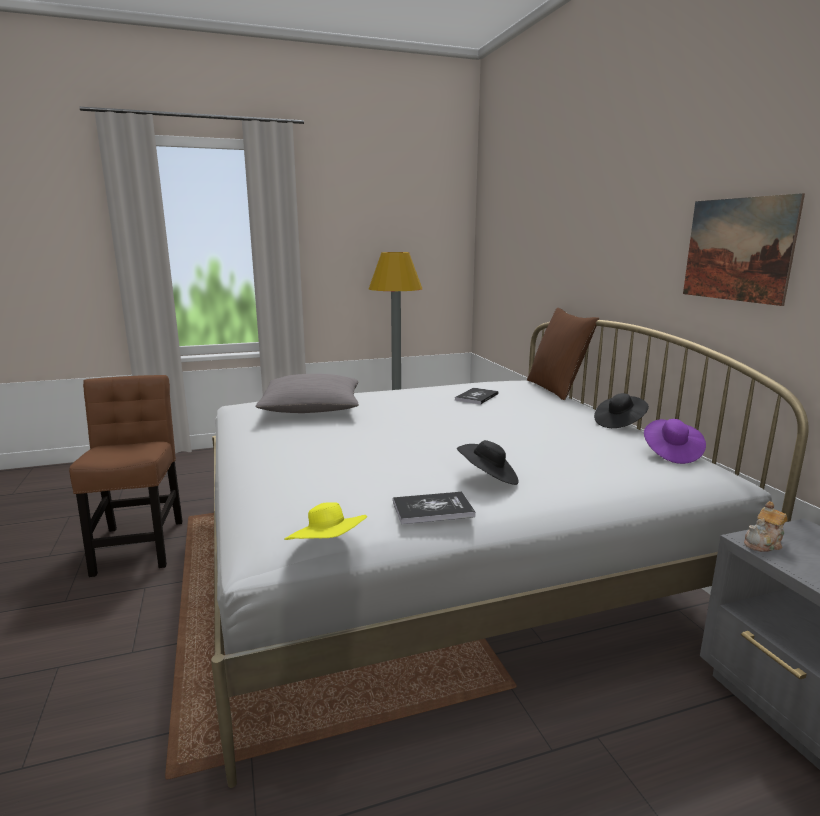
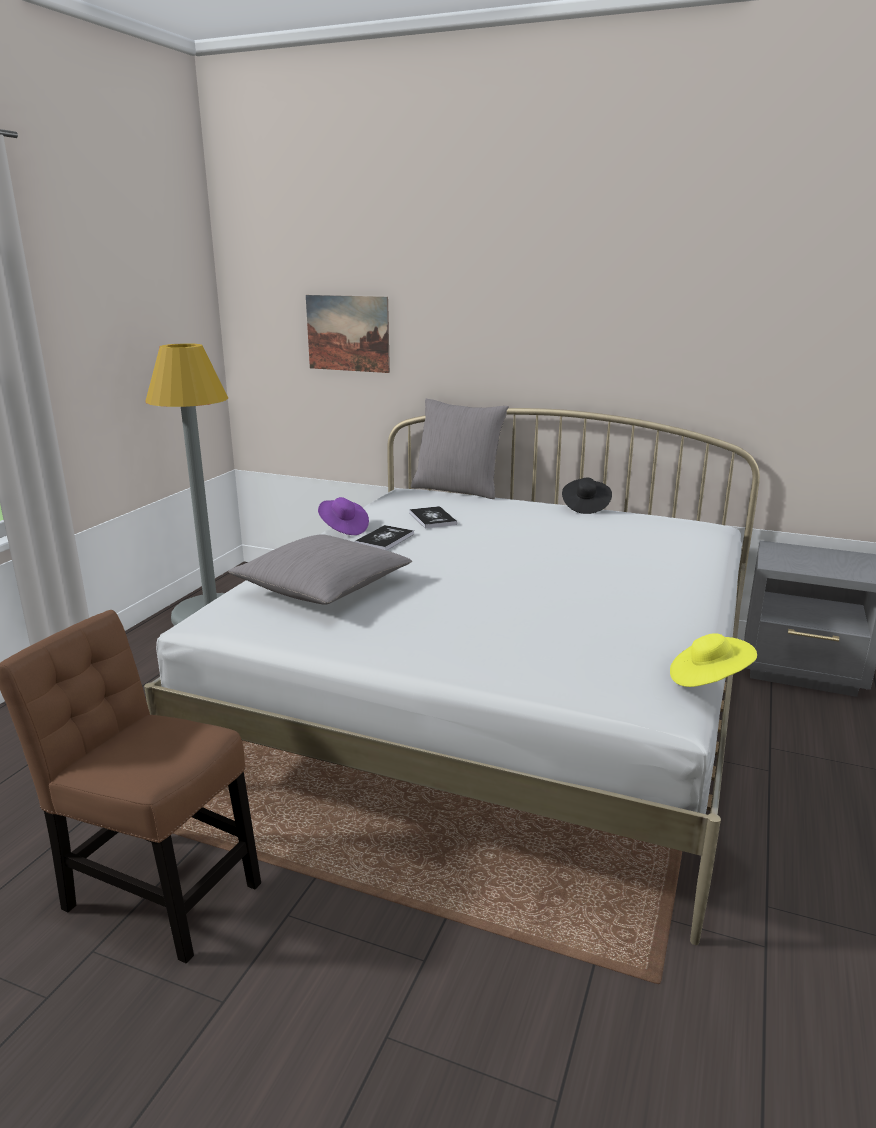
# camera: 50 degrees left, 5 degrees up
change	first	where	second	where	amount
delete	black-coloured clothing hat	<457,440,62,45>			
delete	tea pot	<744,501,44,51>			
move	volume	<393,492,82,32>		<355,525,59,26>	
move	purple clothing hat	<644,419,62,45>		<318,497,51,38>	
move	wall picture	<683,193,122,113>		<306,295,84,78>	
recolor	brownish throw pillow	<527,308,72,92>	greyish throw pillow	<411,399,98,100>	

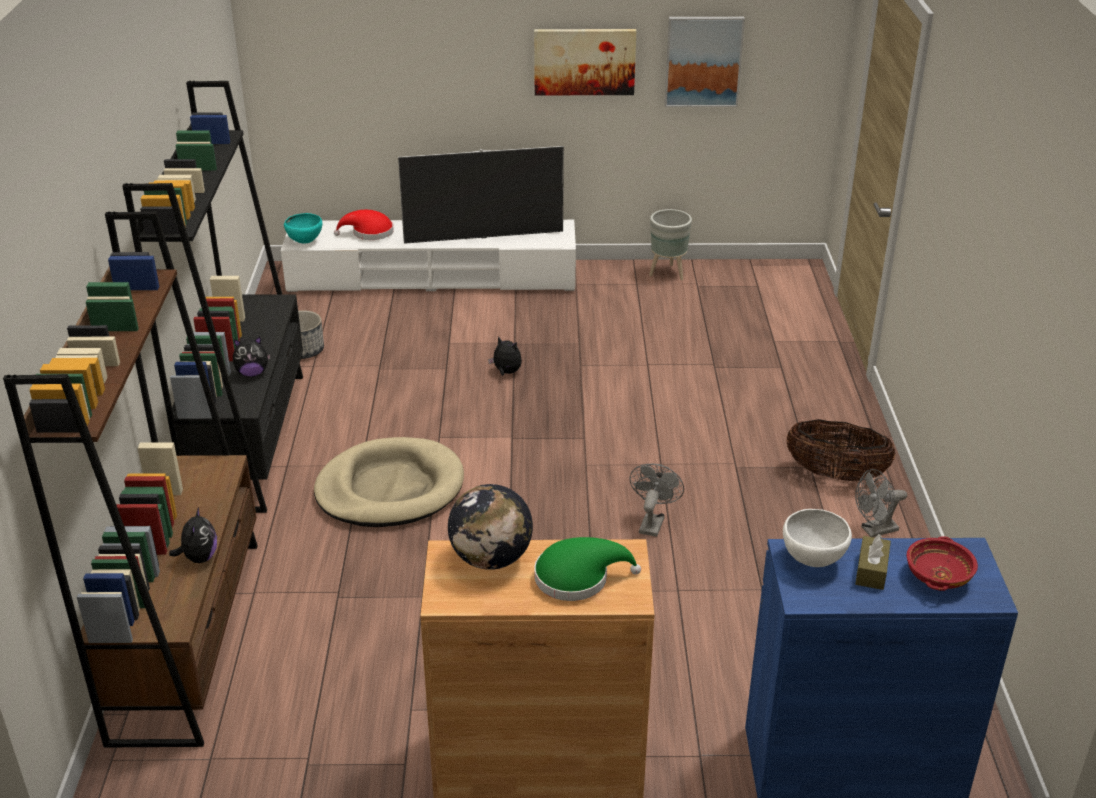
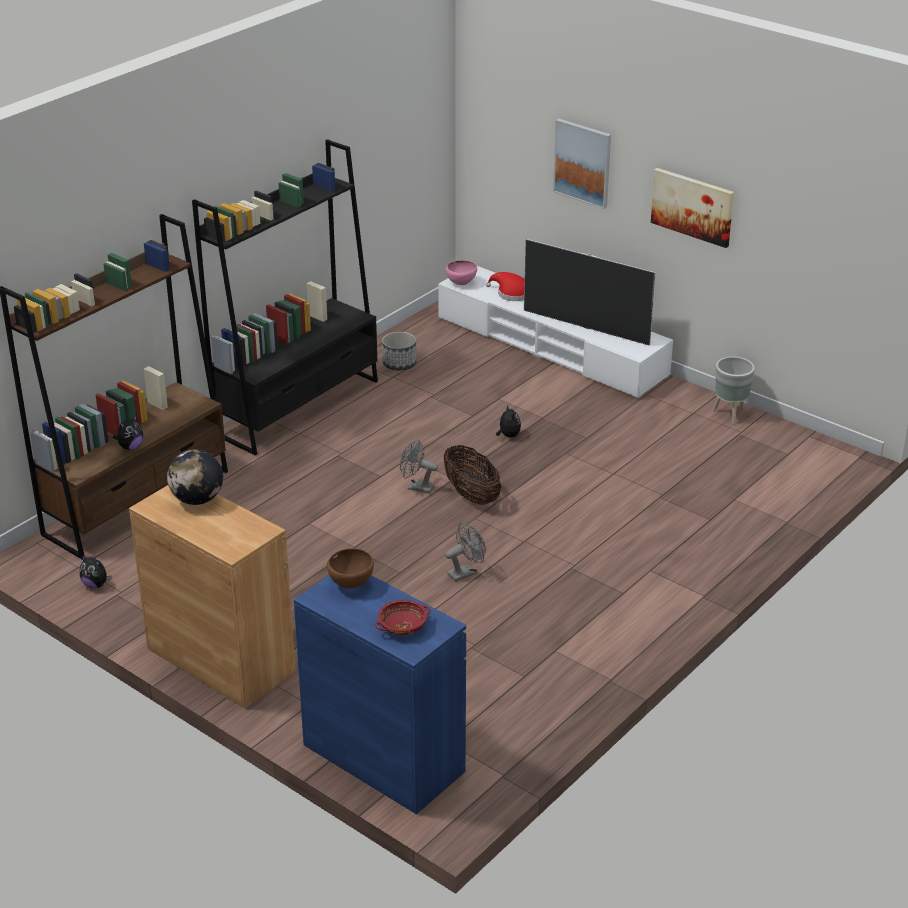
# camera: 40 degrees right, 0 degrees up
change	first	where	second	where	amount
delete	beige pet bed	<314,437,150,90>			
delete	green clothing hat	<534,537,107,64>			
delete	brownish tissue holder	<855,534,36,56>			
move	soft toy	<233,337,38,40>		<80,555,32,33>	
move	wall picture	<664,17,81,90>		<553,119,58,90>	
move	household basket	<787,419,109,62>		<444,445,57,60>	
move	greyish cooling fan	<855,469,52,68>		<400,440,38,54>	
recolor	turquoise-coloured deep dish	<284,213,38,31>	pinkish deep dish	<446,260,31,25>	
recolor	white deep dish	<783,509,69,58>	brownish deep dish	<327,548,47,41>	

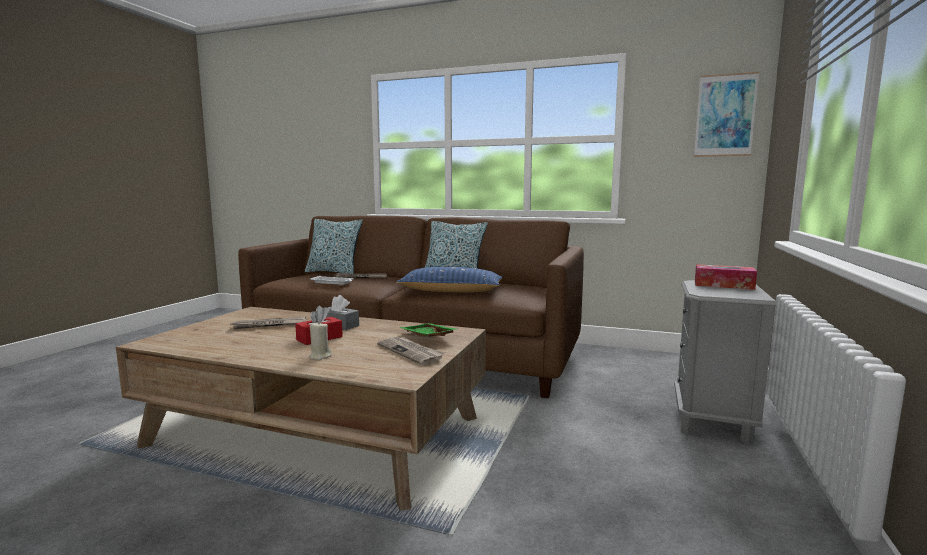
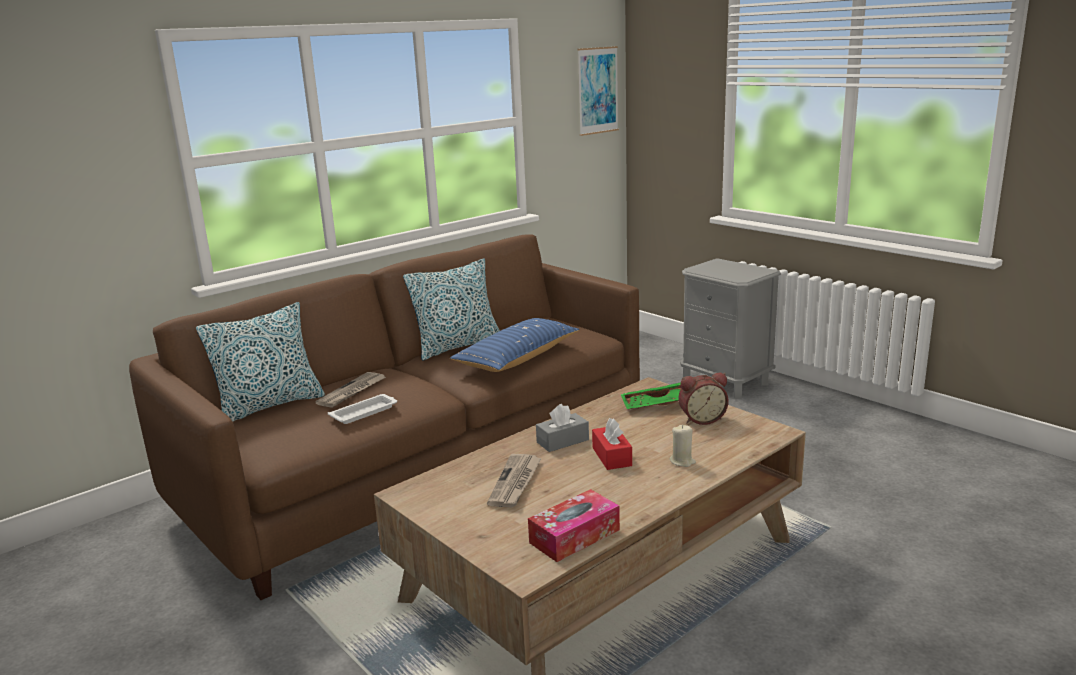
# camera: 60 degrees left, 10 degrees up
change	first	where	second	where	amount
move	tissue holder	<695,264,62,26>		<528,489,92,73>	
replace	daily paper	<377,337,68,28>	bedside clock	<678,373,51,52>	

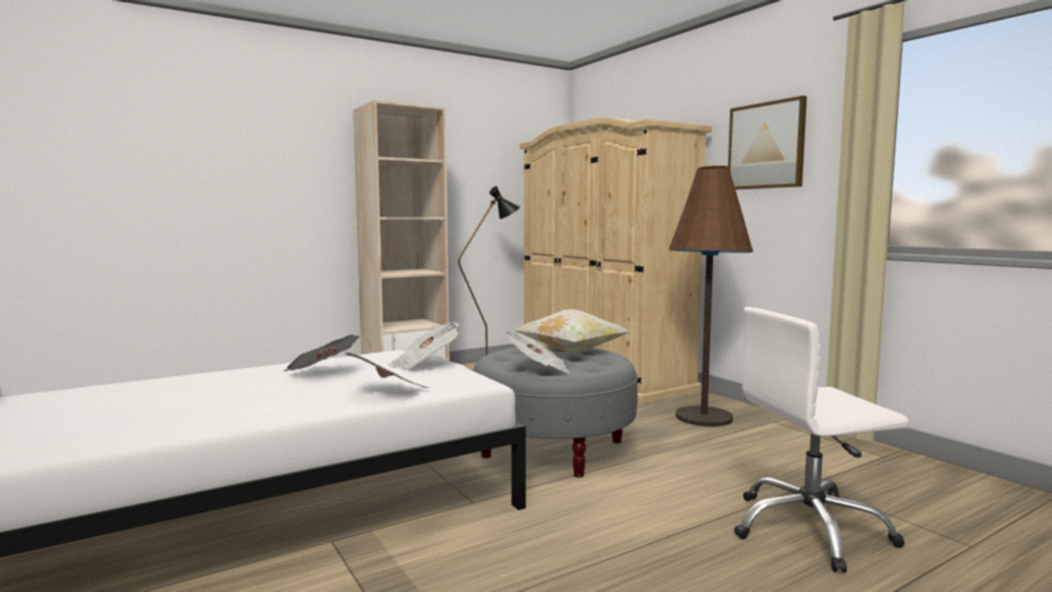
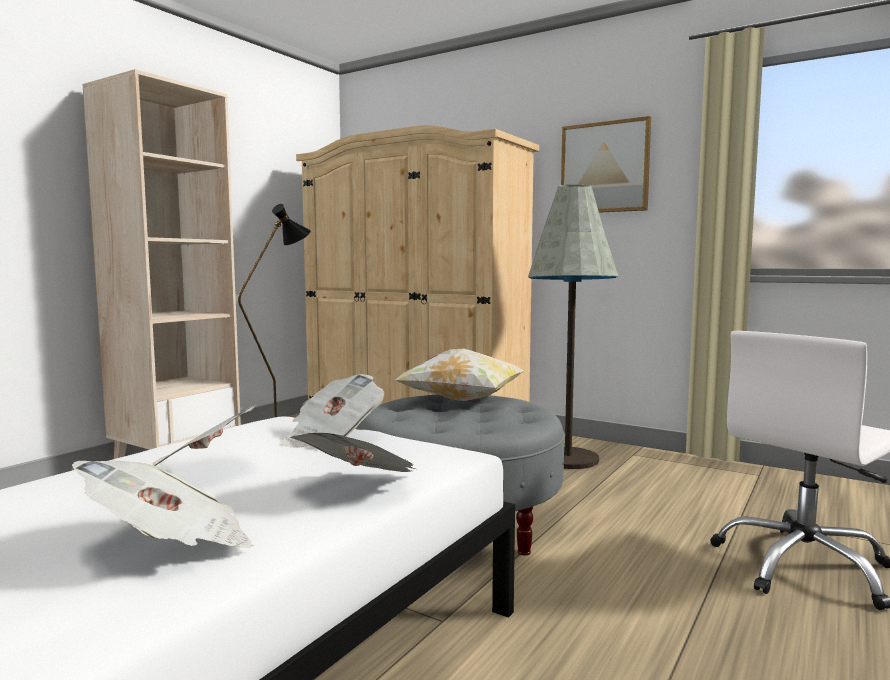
# camera: 25 degrees left, 0 degrees up
change	first	where	second	where	amount
move	daily paper	<504,331,66,42>		<72,461,182,87>	
recolor	brownish floor lamp	<669,166,84,261>	greyish floor lamp	<528,185,91,284>	

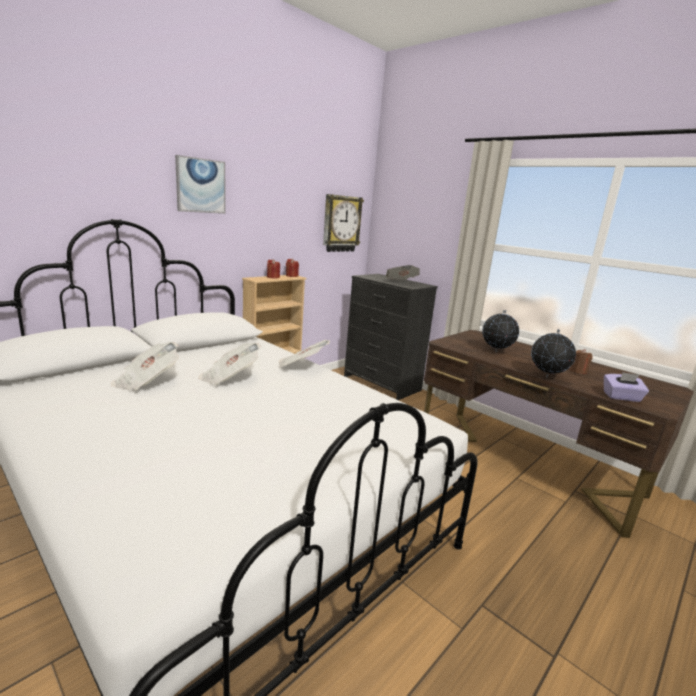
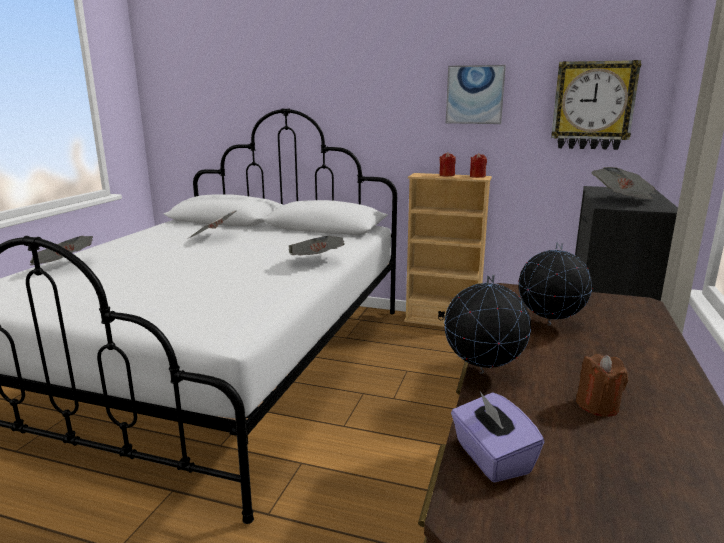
# camera: 65 degrees right, 0 degrees up
change	first	where	second	where	amount
move	wall picture	<175,155,51,59>		<446,65,60,59>	
move	daily paper	<198,343,63,42>		<30,236,63,29>	

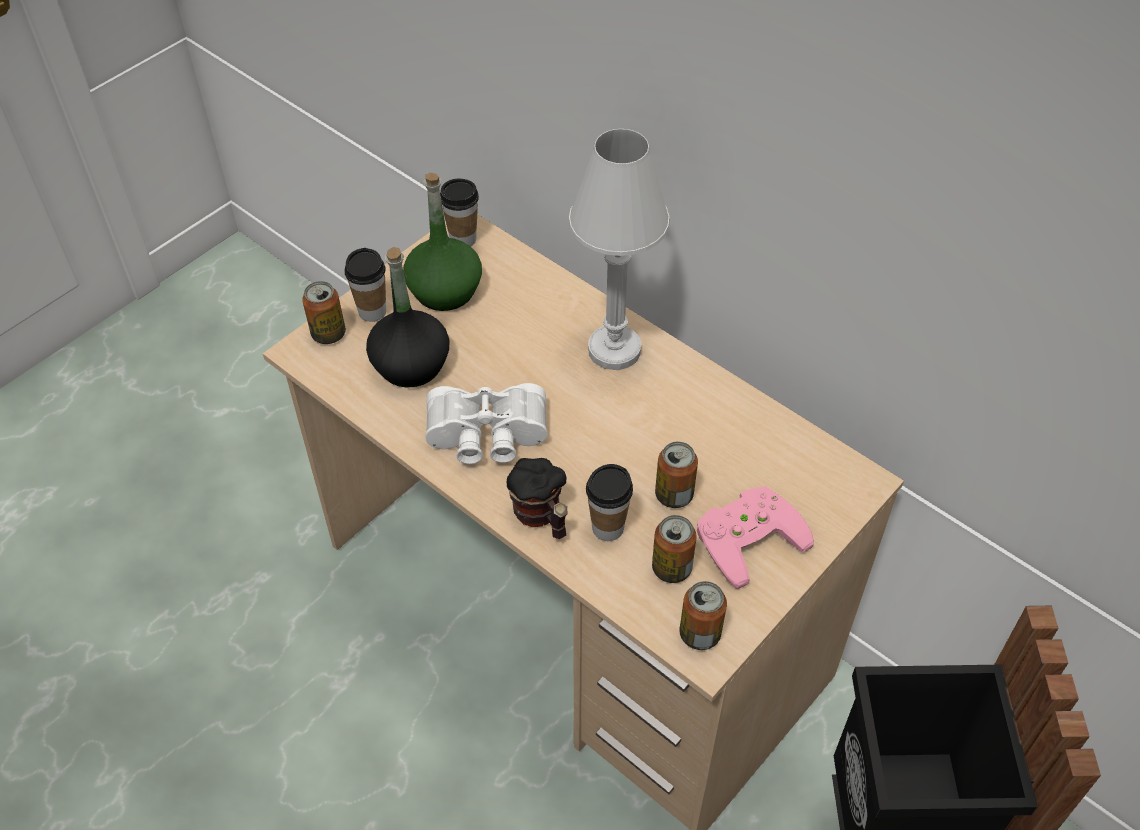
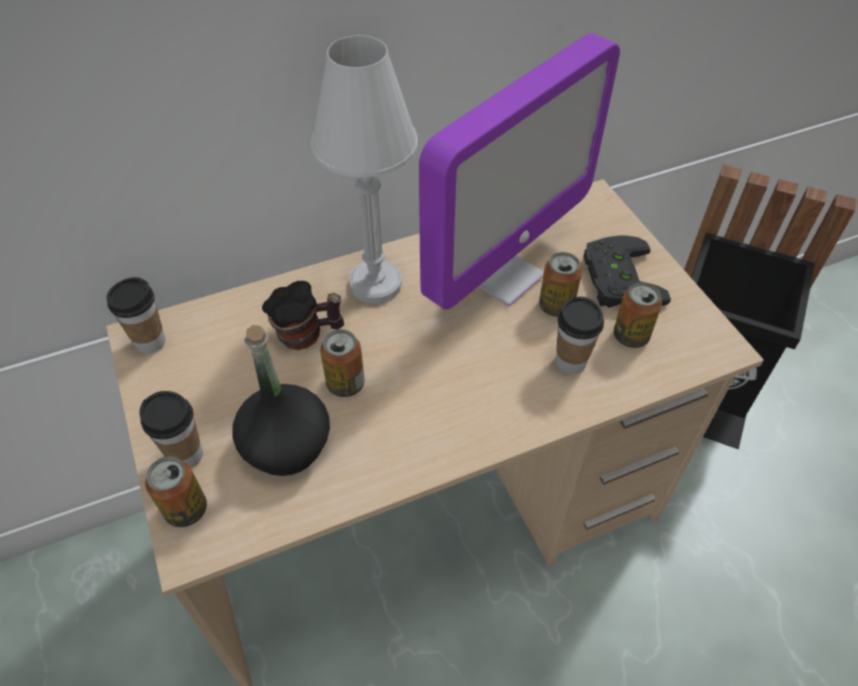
# camera: 65 degrees left, 0 degrees up
change	first	where	second	where	amount
delete	green bottle	<403,173,79,138>			
delete	white field glasses	<425,383,123,81>			
insert			monitor	<419,33,201,276>	
move	mug	<507,458,60,81>		<262,281,82,69>	
move	metal can	<679,581,48,69>		<320,330,45,67>	
recolor	pinkish gamepad	<697,486,117,103>	black-coloured gamepad	<583,236,88,72>	

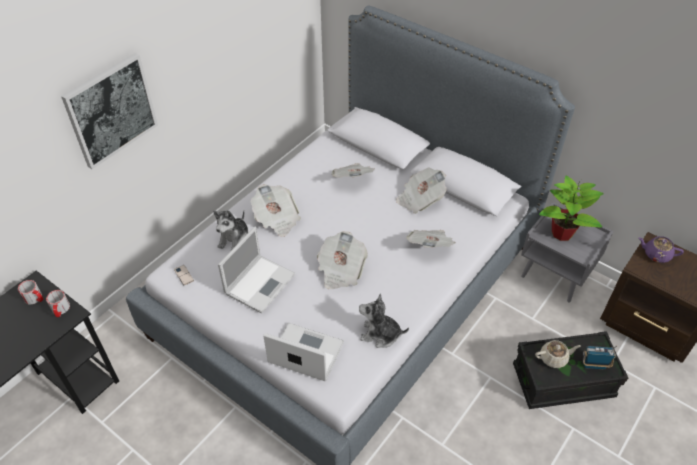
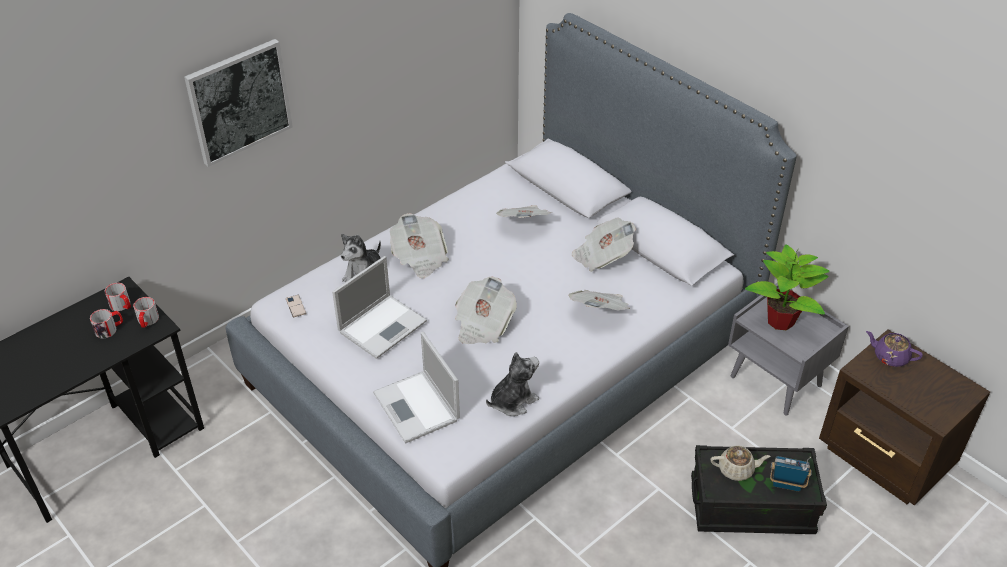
# camera: 10 degrees right, 5 degrees down
change	first	where	second	where	amount
insert			mug	<90,309,33,29>	
rotate	portable computer	<263,323,81,58>		<373,332,87,111>	150 degrees counterclockwise
rotate	soft toy	<359,293,50,55>		<486,352,53,64>	120 degrees clockwise

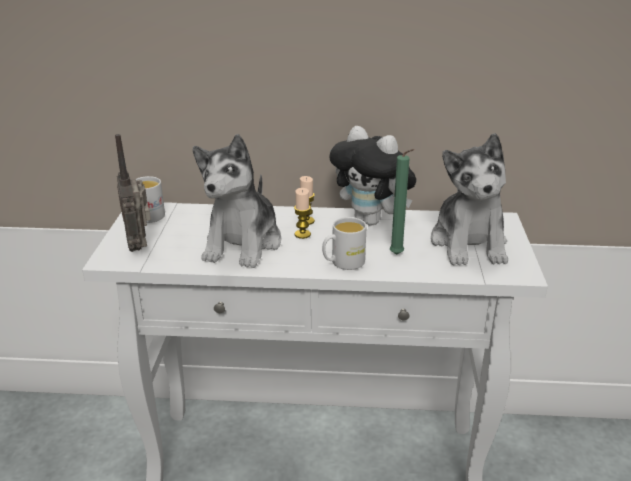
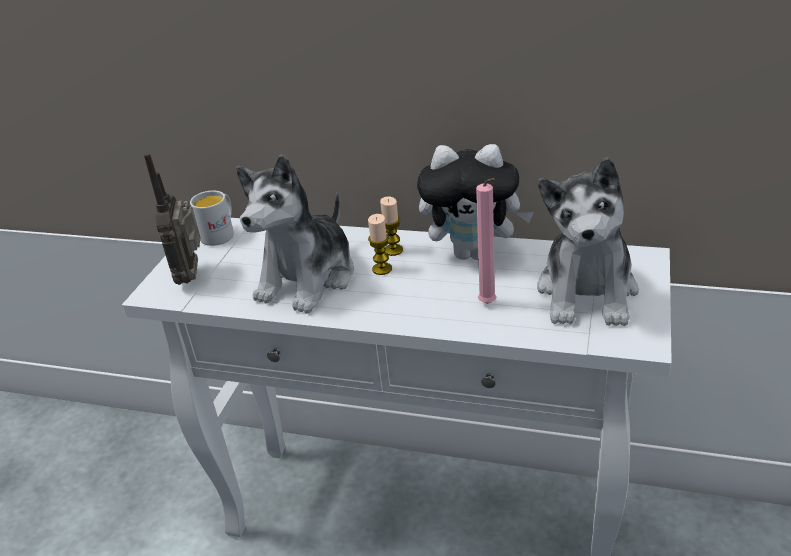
# camera: 15 degrees right, 5 degrees up
change	first	where	second	where	amount
delete	white mug	<322,217,45,53>			
recolor	green wax candle	<390,149,24,106>	pinkish wax candle	<476,178,20,126>	
rotate	soft toy	<329,126,87,100>		<417,144,117,116>	45 degrees counterclockwise

